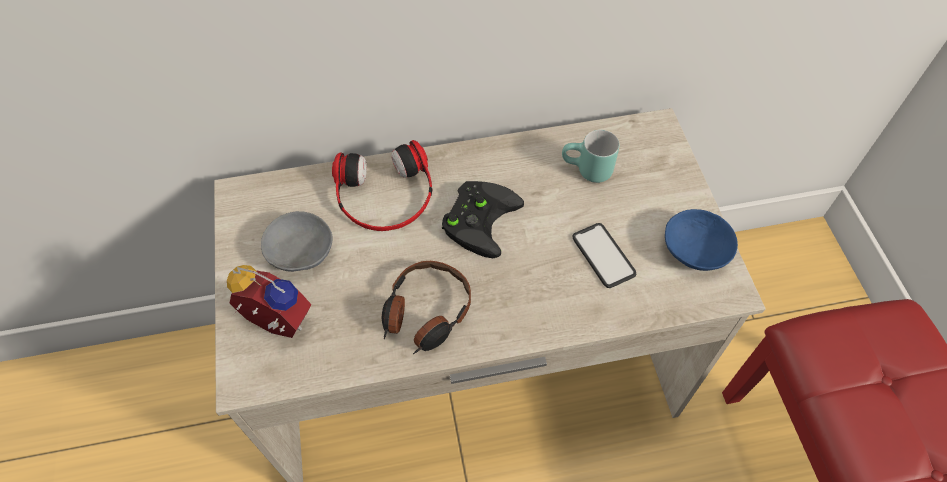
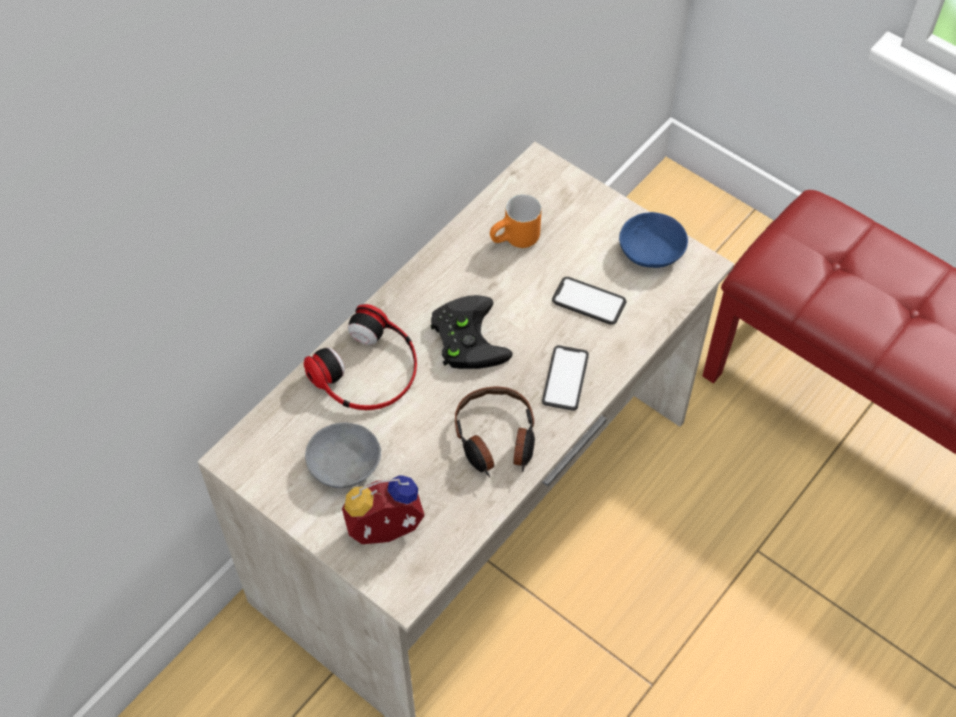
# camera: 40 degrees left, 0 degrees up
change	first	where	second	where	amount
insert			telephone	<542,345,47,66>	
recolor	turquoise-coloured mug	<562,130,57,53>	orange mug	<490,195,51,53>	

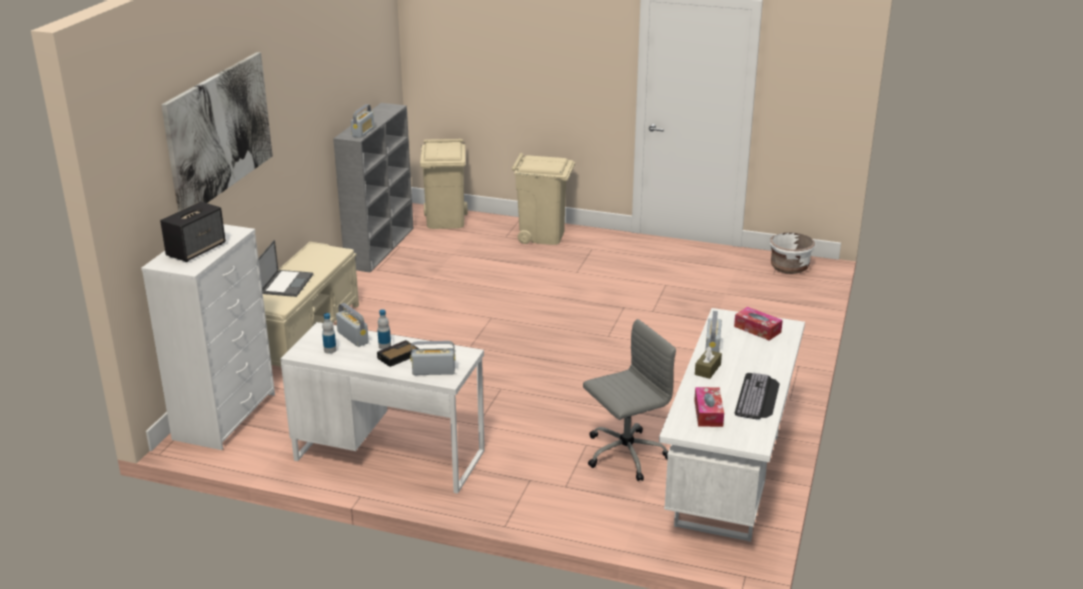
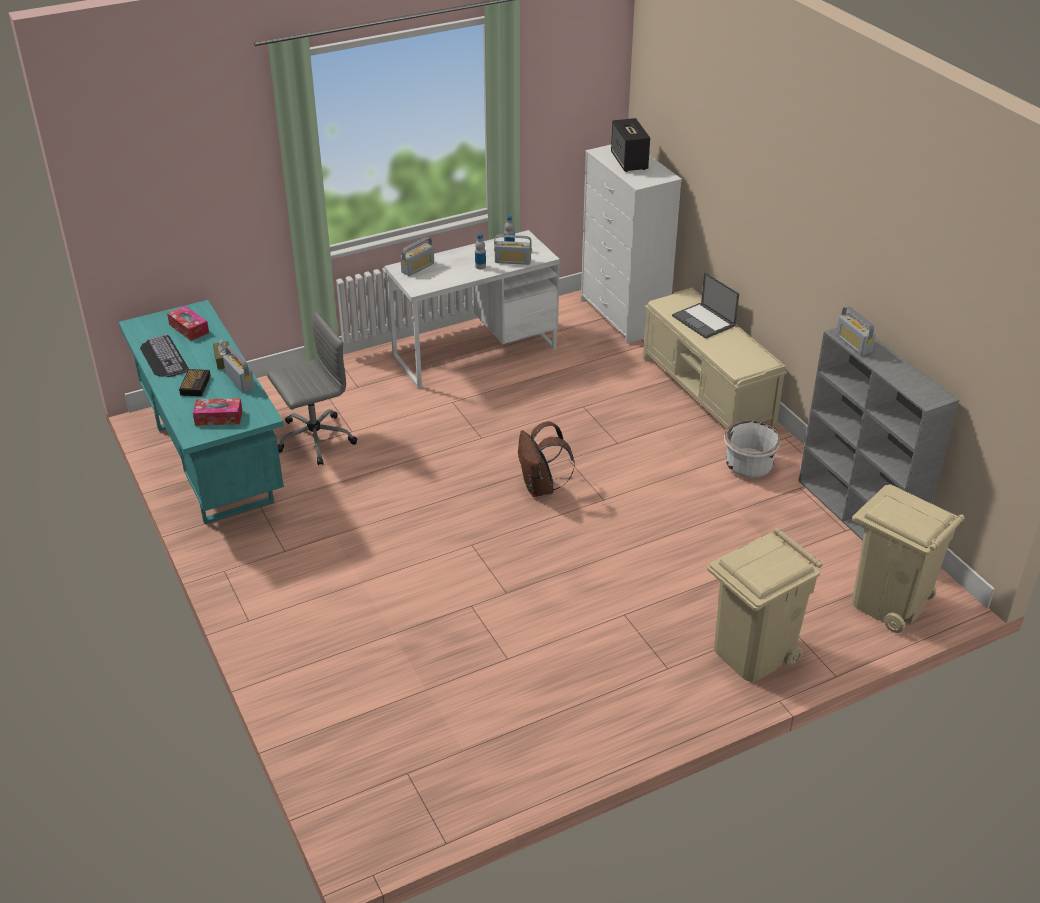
# camera: 135 degrees right, 10 degrees up
change	first	where	second	where	amount
delete	wall picture	<161,52,112,160>			
insert			brownish backpack	<518,421,57,76>	
move	bedside clock	<377,340,42,27>		<179,369,32,27>	
move	white plant pot	<770,232,45,42>		<724,420,57,58>	
recolor	white desk unit	<659,308,146,234>	turquoise-coloured desk unit	<119,300,165,224>	
rotate	greyish computer chair	<583,319,93,162>		<267,312,90,154>	135 degrees counterclockwise

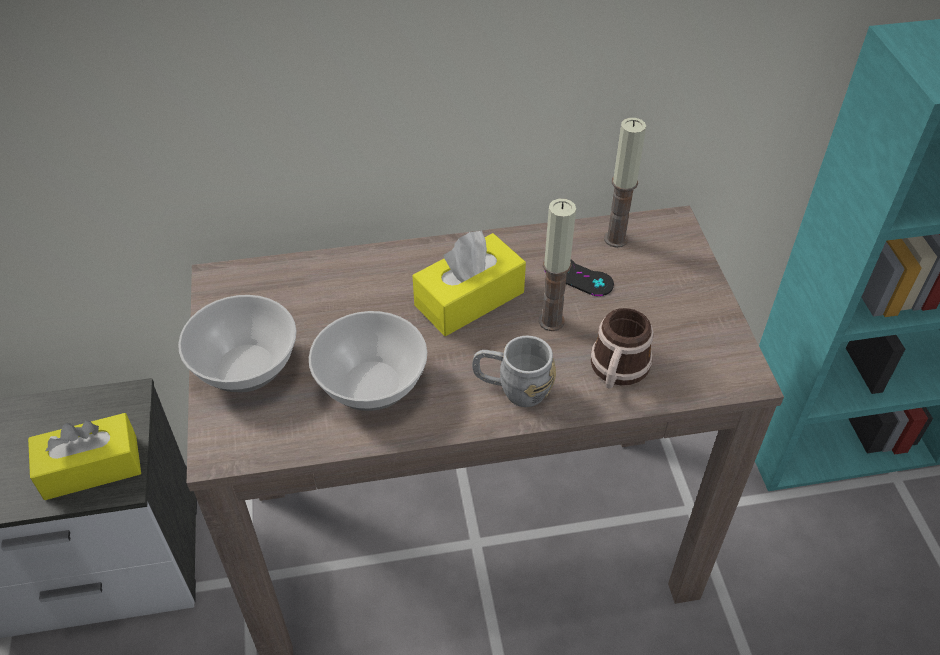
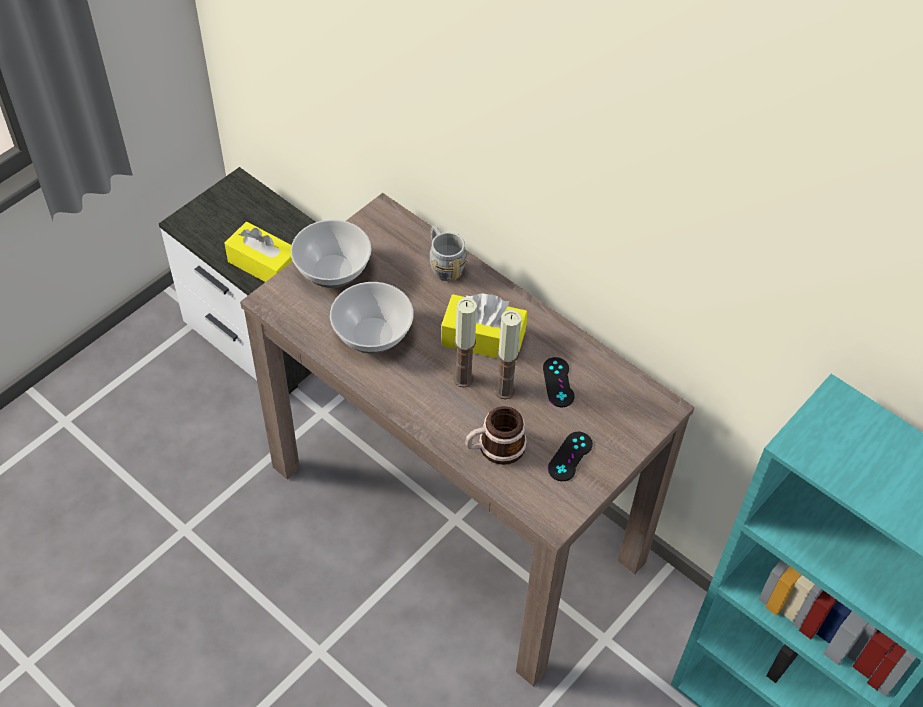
# camera: 50 degrees right, 5 degrees up
change	first	where	second	where	amount
insert			black-coloured gamepad	<548,432,45,49>	
move	greyish mug	<472,336,84,71>		<430,226,37,55>	
move	wax candle	<604,118,42,130>		<453,298,24,89>	

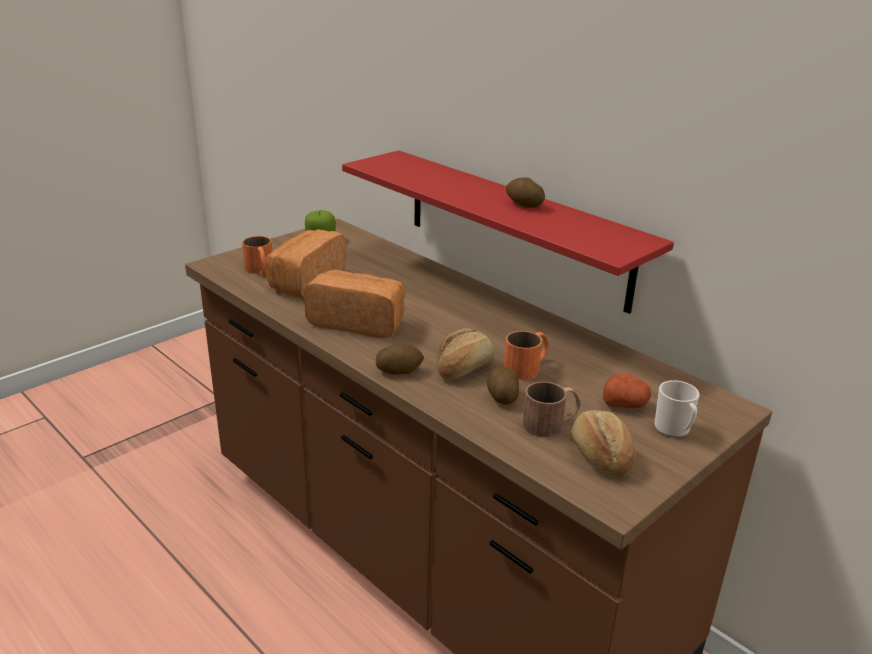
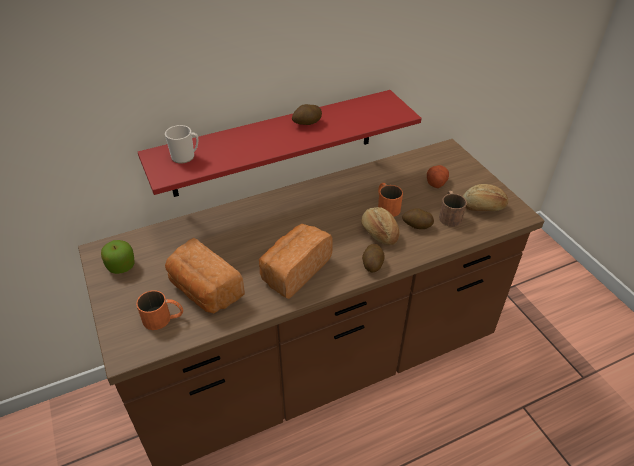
# camera: 70 degrees left, 15 degrees up
change	first	where	second	where	amount
move	mug	<654,380,45,58>		<165,125,33,39>	

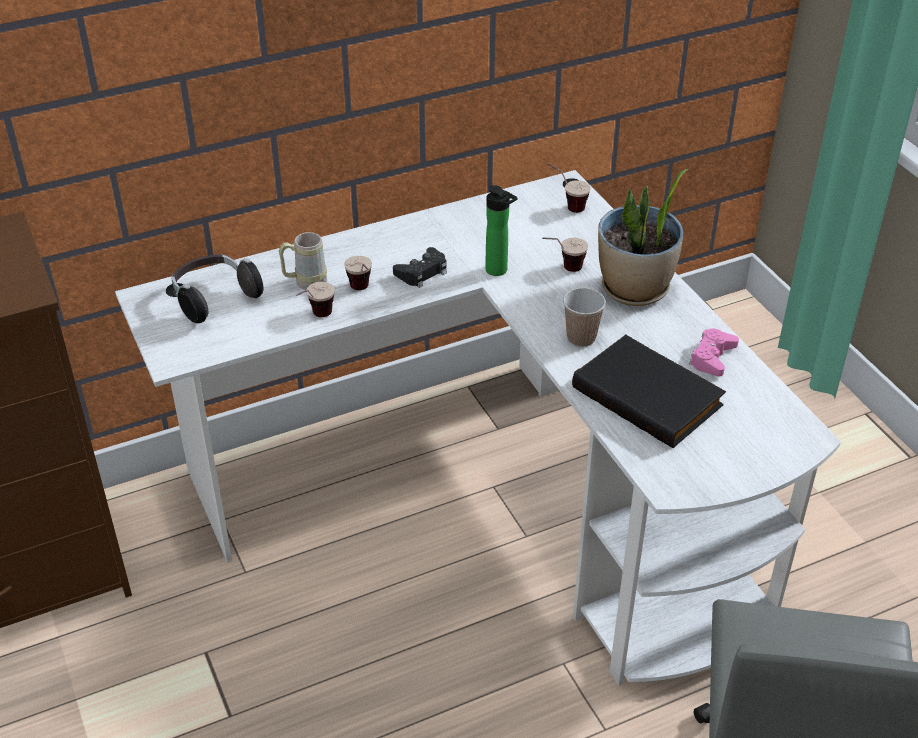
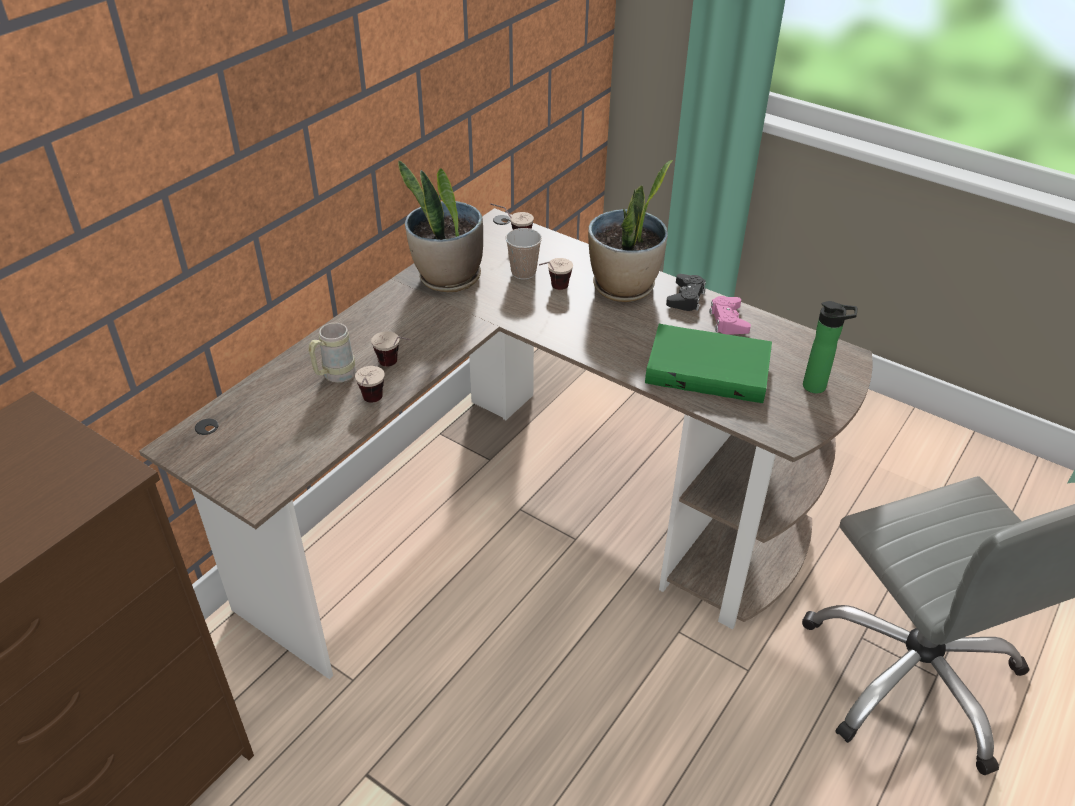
# camera: 30 degrees left, 0 degrees up
change	first	where	second	where	amount
delete	pair of headphones	<171,254,93,69>			
insert			potted plant	<398,160,85,132>	
move	black-coloured gamepad	<393,247,54,41>		<666,274,40,37>	
move	bottle	<485,185,33,91>		<803,301,54,92>	
move	cup	<563,288,43,59>		<505,228,37,51>	
recolor	white desk unit	<115,170,726,516>	brownish desk unit	<139,208,733,471>	
recolor	black-coloured volume	<572,335,154,113>	green volume	<645,324,127,79>	

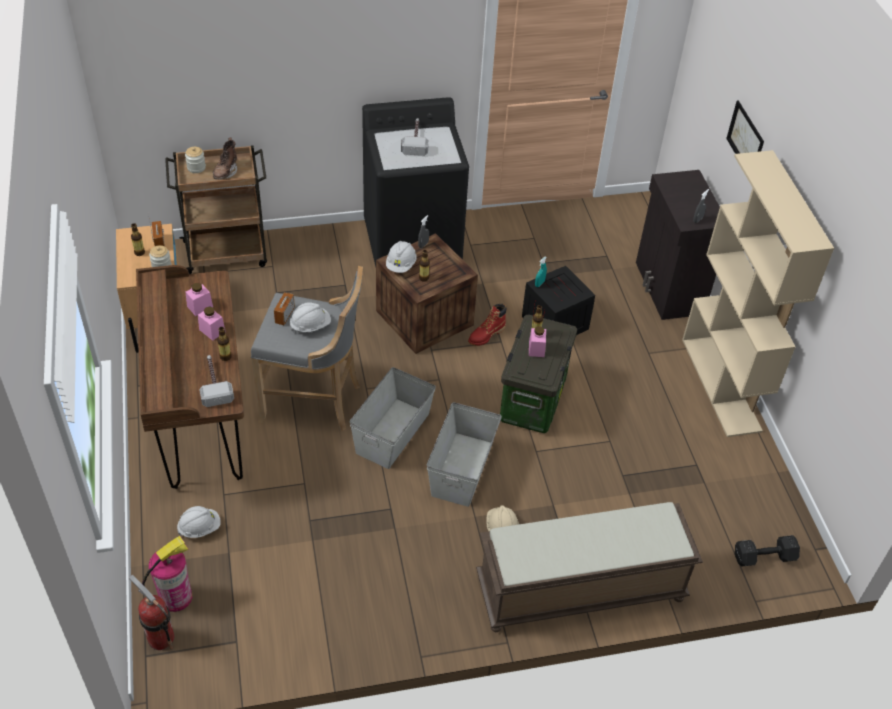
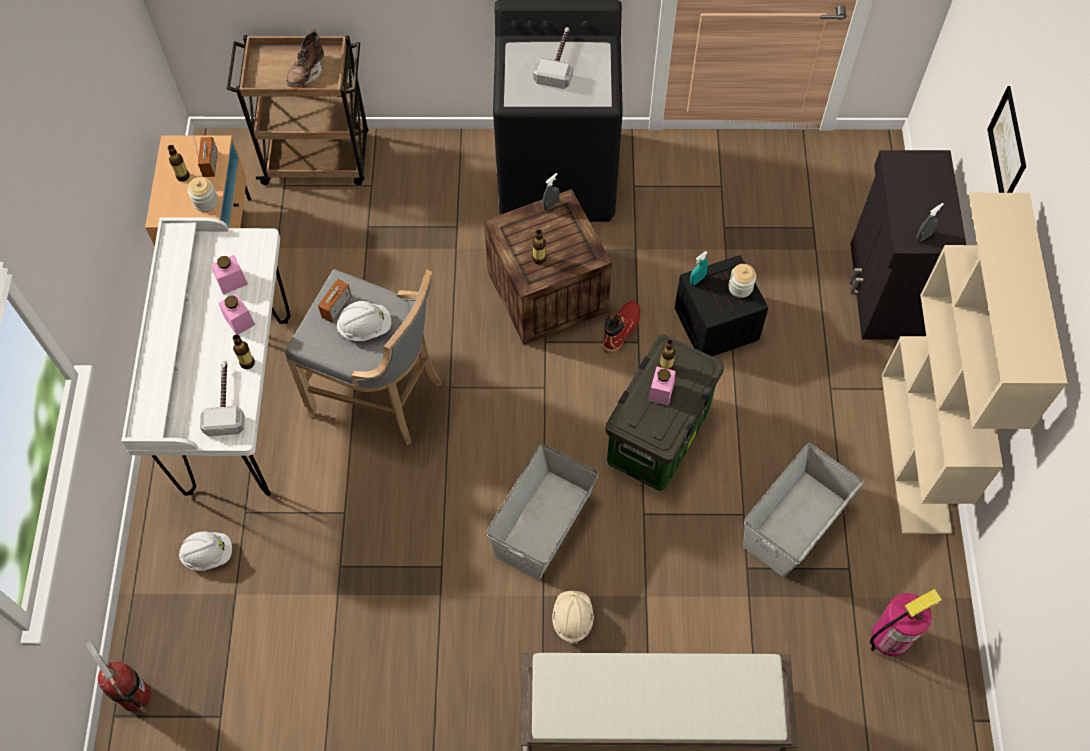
# camera: 15 degrees right, 15 degrees up
change	first	where	second	where	amount
delete	white hard hat	<386,241,31,32>			
delete	black-coloured dumbbell	<735,535,65,32>			
move	fire-fighting cylinder	<142,536,50,76>		<870,589,72,67>	
move	jar	<185,147,21,26>		<728,264,28,34>	
move	greyish storage container	<350,367,86,102>		<743,443,121,134>	
recolor	brownish desk unit	<136,265,108,224>	white desk unit	<121,217,169,279>	
rotate	red-coloured tall boot	<468,304,39,42>		<603,301,37,53>	150 degrees clockwise

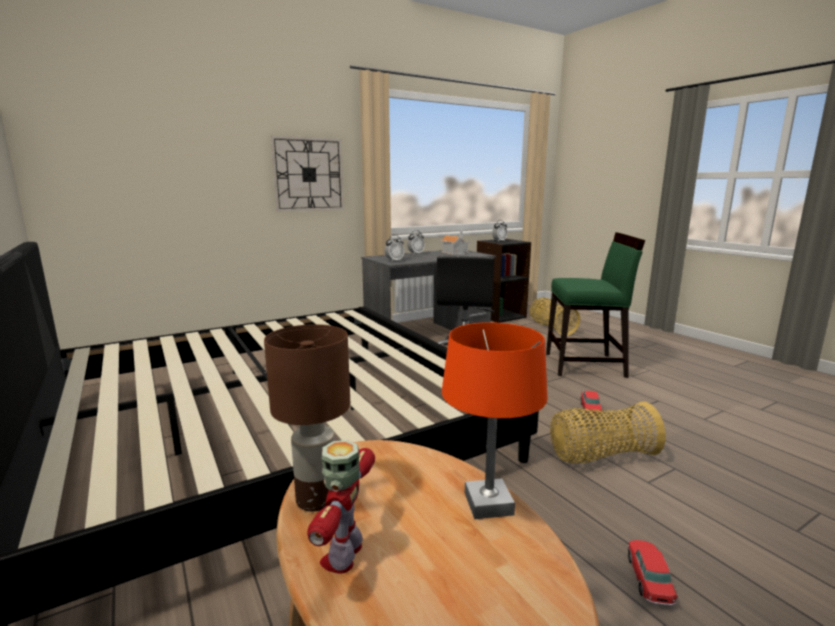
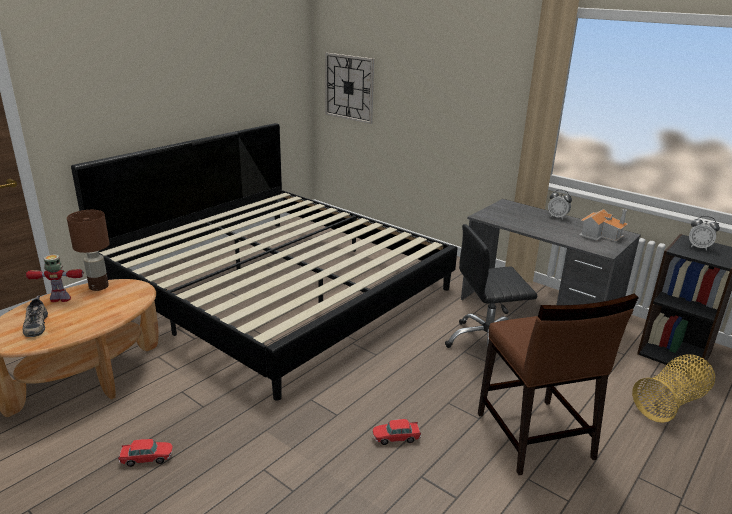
# camera: 70 degrees right, 10 degrees up
change	first	where	second	where	amount
delete	bedside clock	<385,235,19,27>			
delete	orange table lamp	<442,322,106,197>			
delete	household basket	<550,402,116,61>			
insert			item of footwear	<23,296,25,41>	
move	wall clock	<271,136,73,76>		<325,53,49,71>	
recolor	green chair	<546,232,99,146>	brownish chair	<478,293,161,182>	

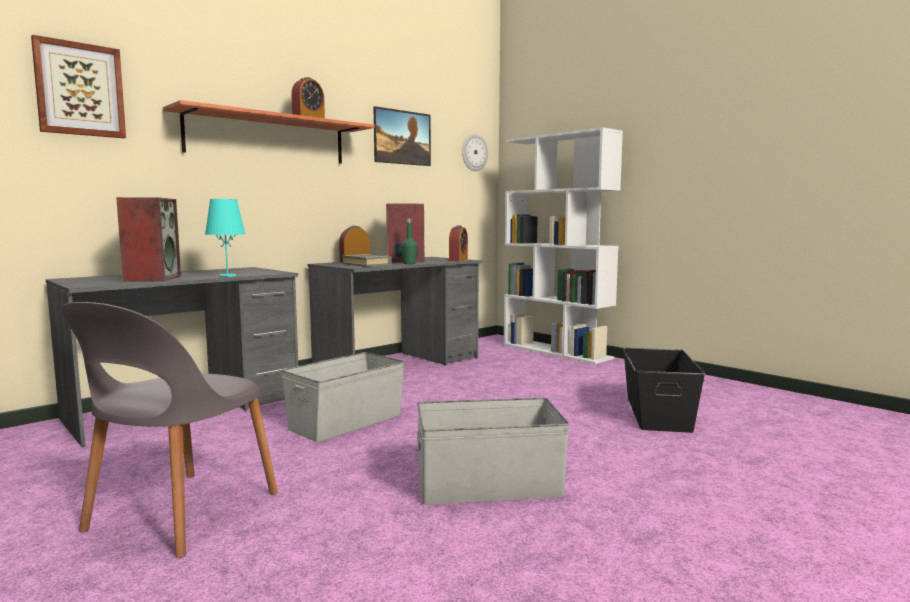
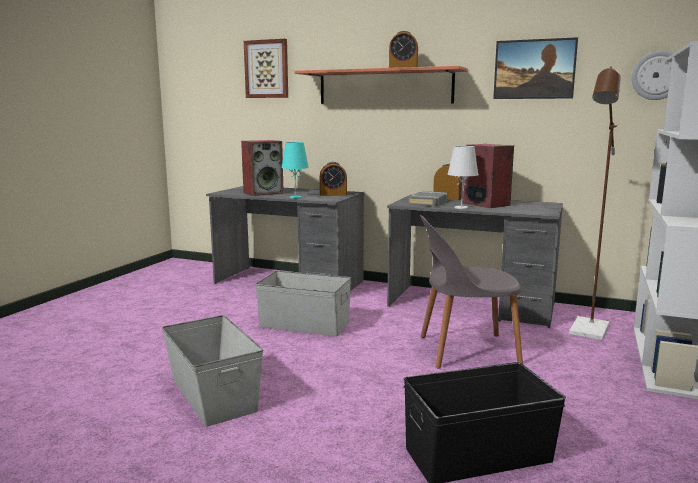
# camera: 65 degrees right, 5 degrees up
change	first	where	second	where	amount
insert			brownish floor lamp	<569,66,52,274>	
move	greyish chair	<60,302,218,256>		<420,215,103,153>	
move	bedside clock	<449,225,19,36>		<320,162,27,34>	
replace	green bottle	<402,218,15,46>	white table lamp	<447,146,32,63>	

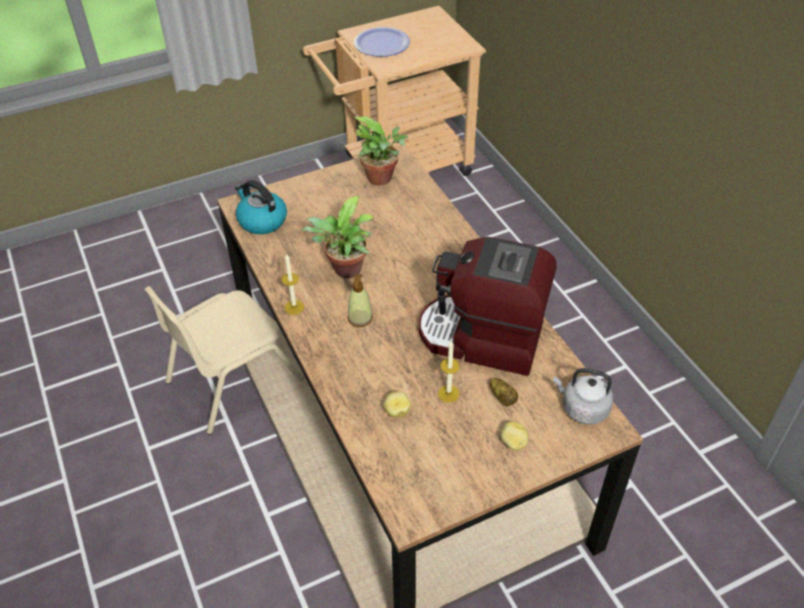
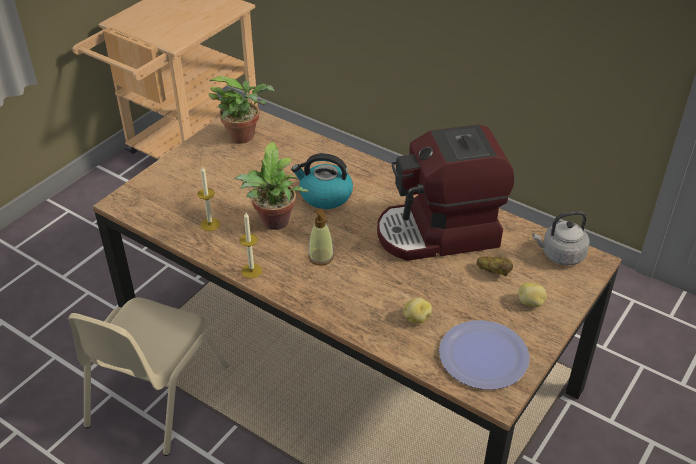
# camera: 30 degrees left, 5 degrees down
change	first	where	second	where	amount
move	tea kettle	<235,180,52,54>		<291,153,62,56>	
move	dinner plate	<354,27,56,30>		<439,320,91,70>	
move	wax candle	<438,340,22,63>		<197,166,23,65>	

